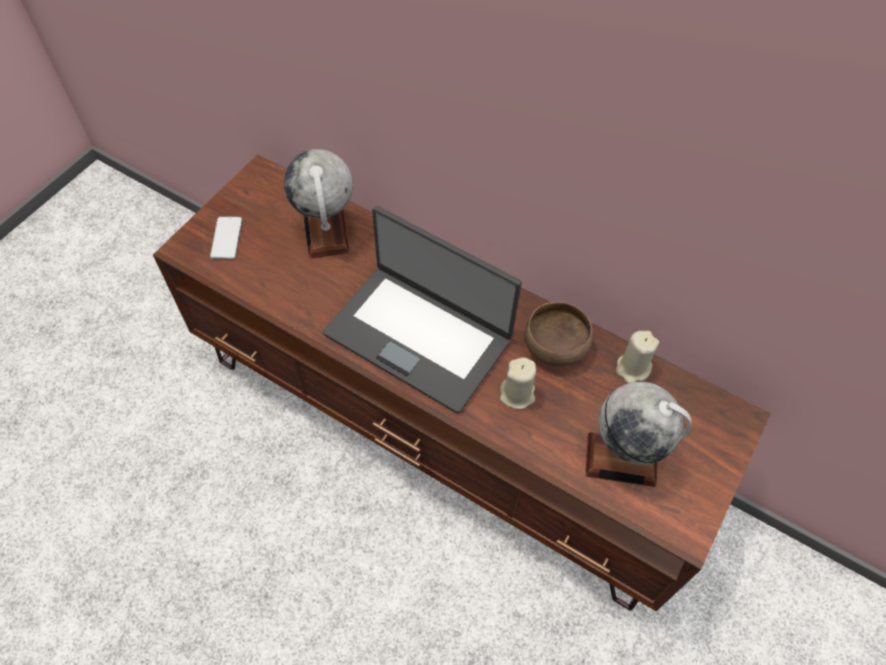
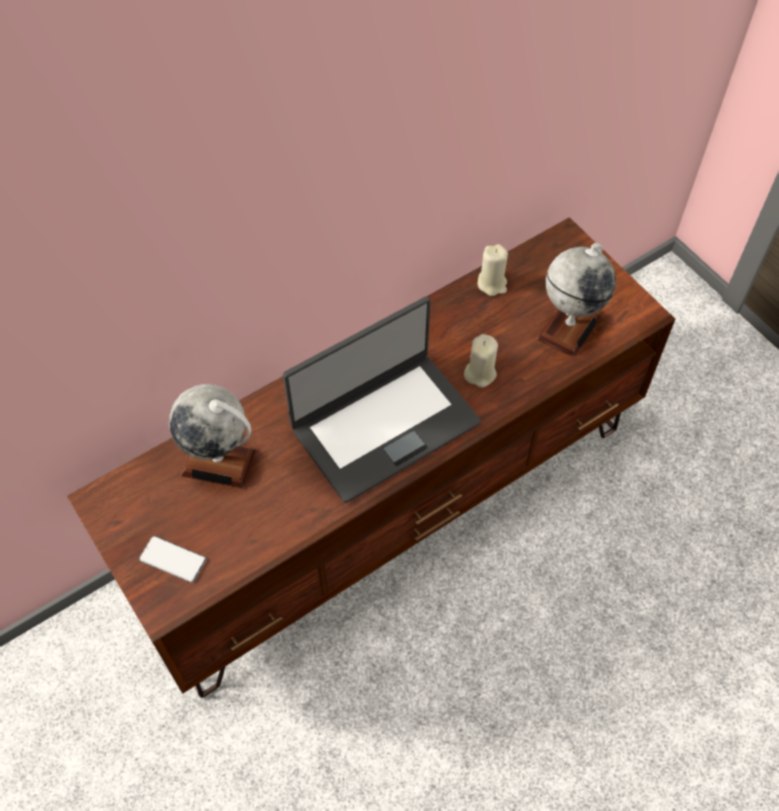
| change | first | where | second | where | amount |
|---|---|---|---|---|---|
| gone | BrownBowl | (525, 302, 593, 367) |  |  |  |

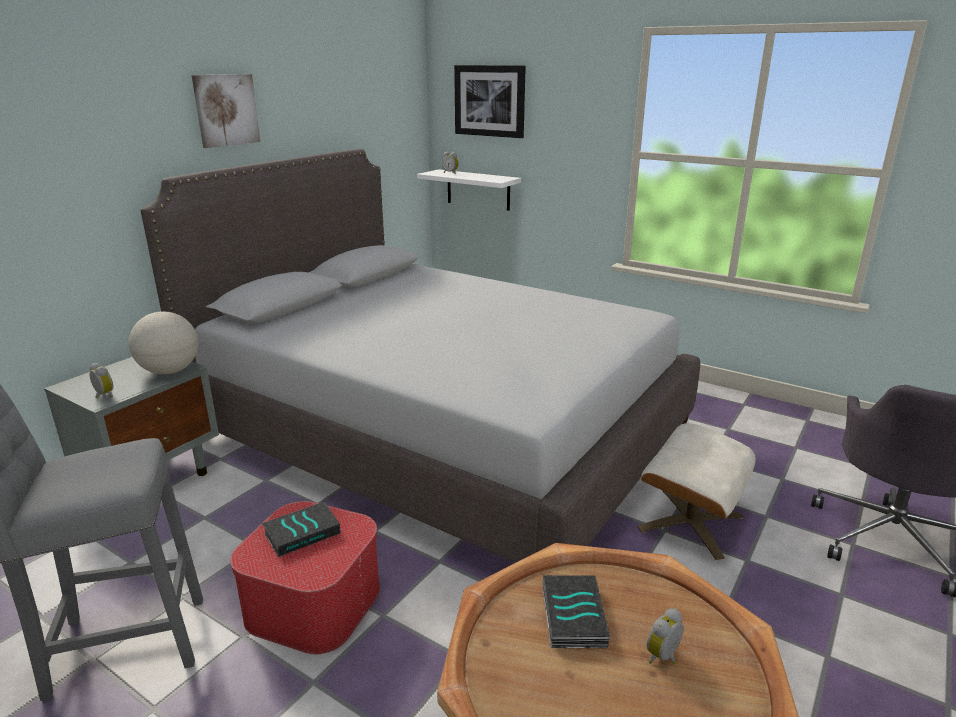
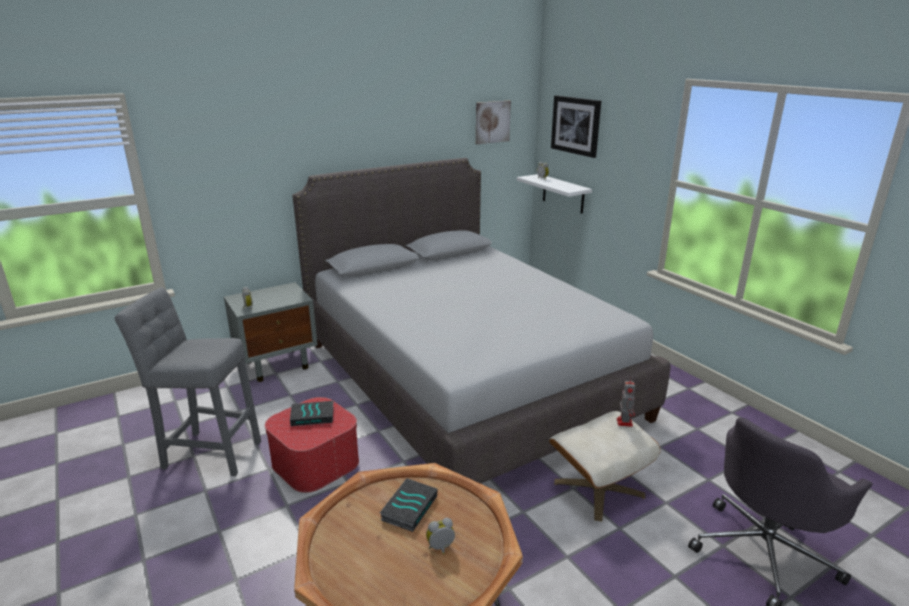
| change | first | where | second | where | amount |
|---|---|---|---|---|---|
| gone | Globe | (129, 311, 198, 374) |  |  |  |
| new |  |  | ToyRobot | (617, 378, 635, 427) |  |
| shifted | Picture | (192, 74, 260, 148) |  | (476, 101, 511, 144) |  |

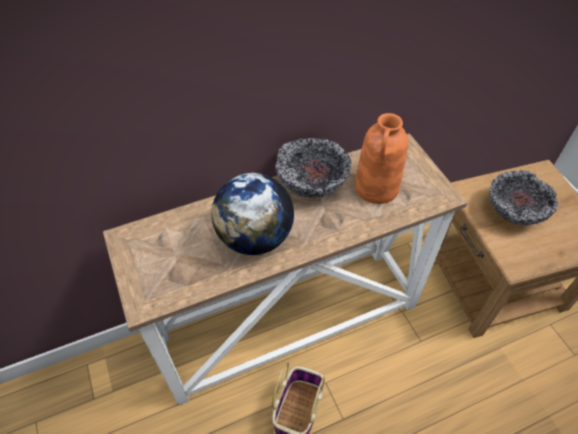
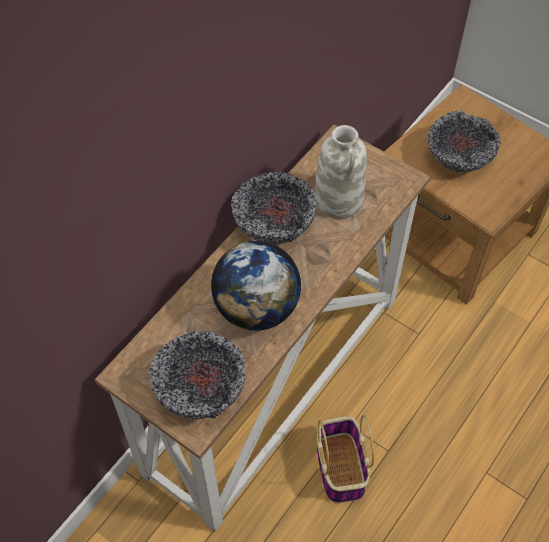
| change | first | where | second | where | amount |
|---|---|---|---|---|---|
| new |  |  | Bowl | (149, 331, 245, 419) |  |
| repainted | OrangeVase | (355, 113, 408, 204) | WhiteVase | (314, 125, 367, 219) |  |

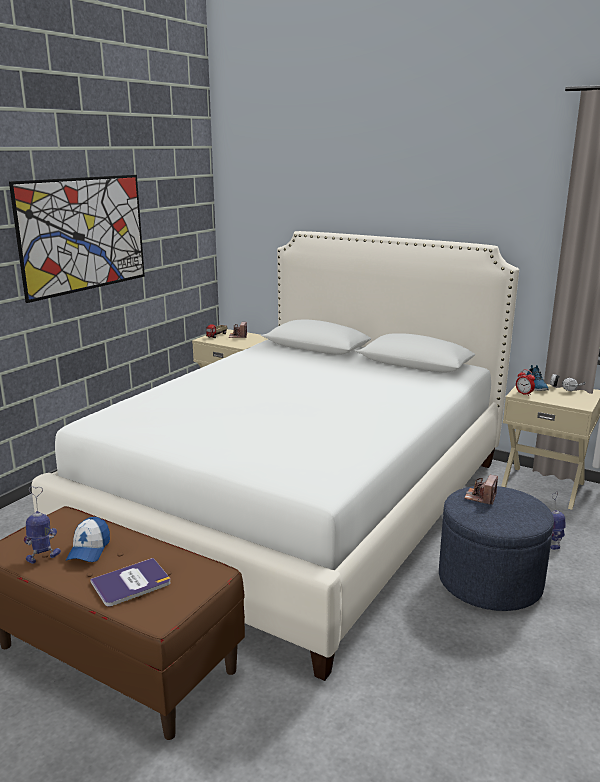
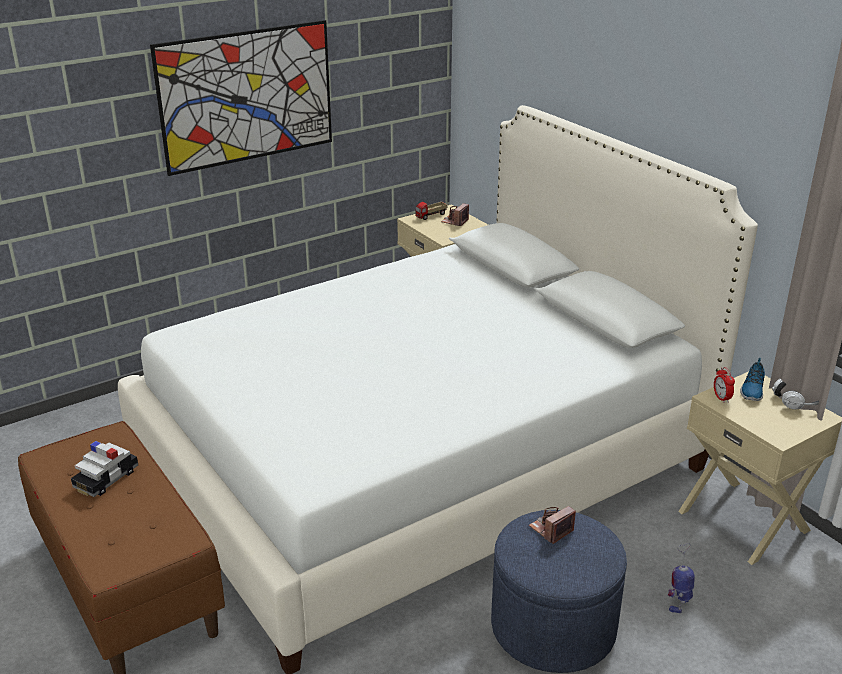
| change | first | where | second | where | amount |
|---|---|---|---|---|---|
| gone | ToyRobot | (24, 486, 61, 564) |  |  |  |
| gone | Book | (90, 558, 171, 607) |  |  |  |
| swapped | Cap | (66, 517, 110, 562) | ToyCar | (71, 441, 138, 497) |  |

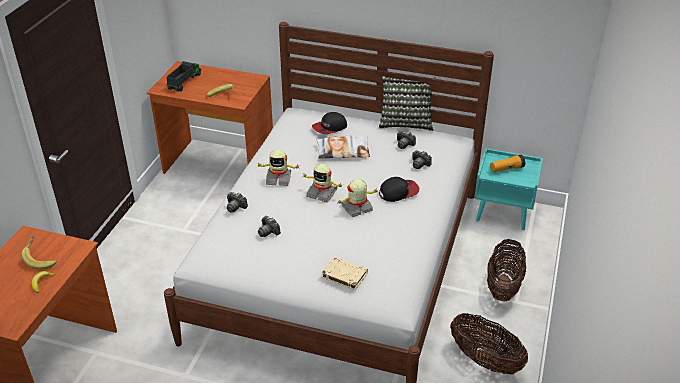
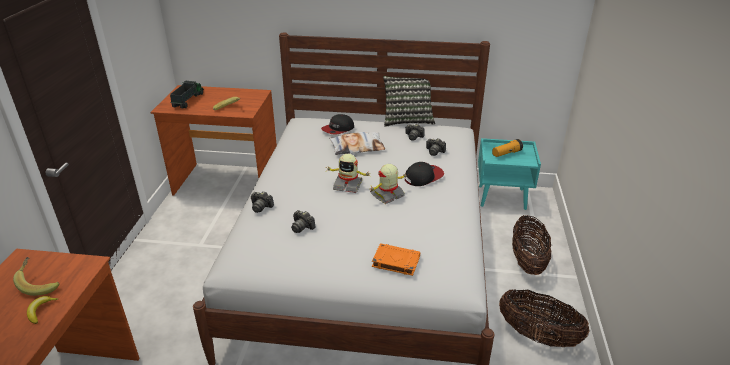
| change | first | where | second | where | amount |
|---|---|---|---|---|---|
| gone | ToyRobot | (256, 149, 301, 186) |  |  |  |
| repainted | BeigeBook | (321, 257, 368, 290) | OrangeBook | (372, 243, 420, 276) |  |

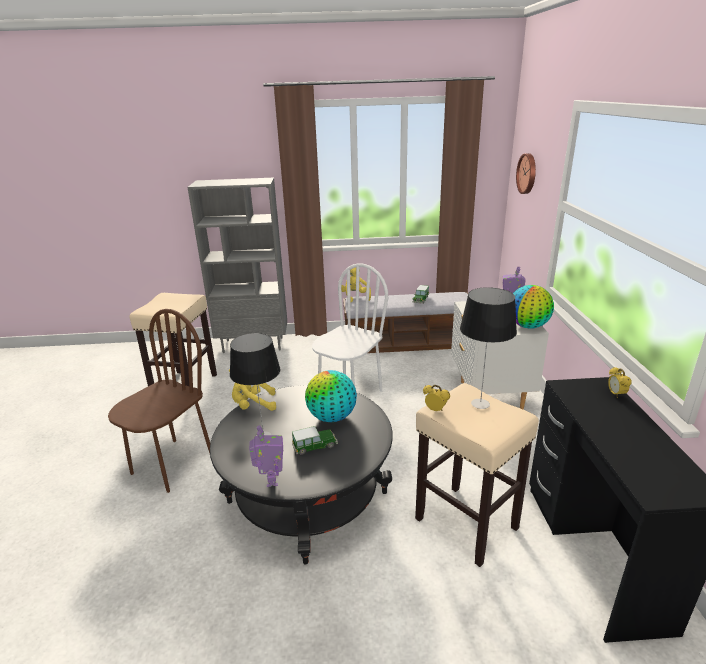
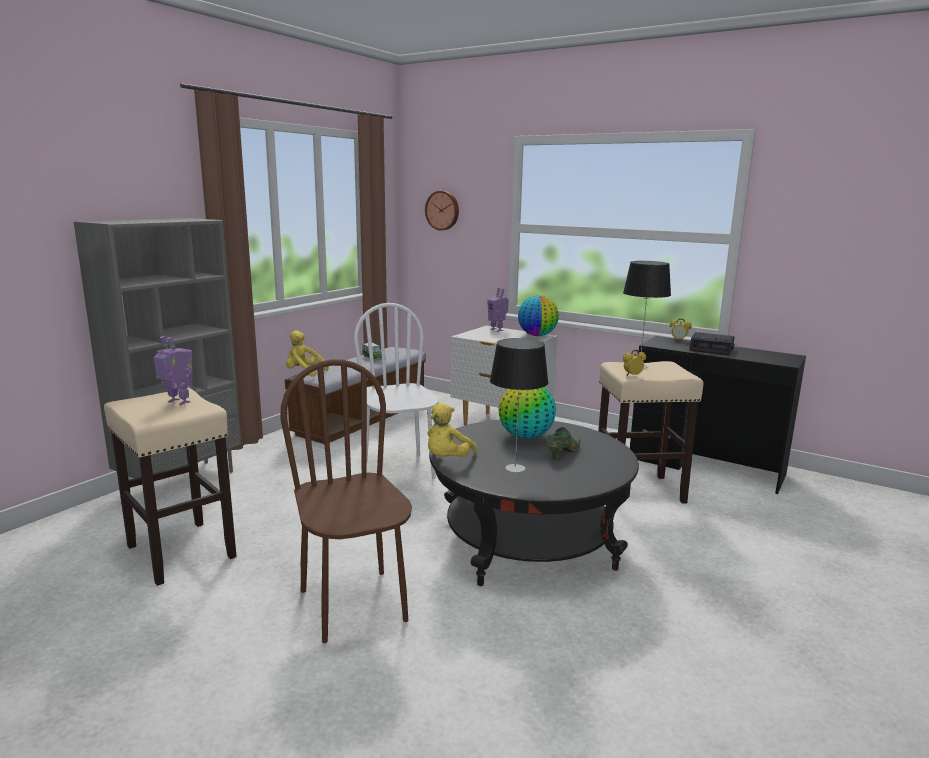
| change | first | where | second | where | amount |
|---|---|---|---|---|---|
| new |  |  | AlarmClock | (689, 332, 735, 355) |  |
| shifted | ToyRobot | (249, 425, 283, 487) |  | (154, 336, 193, 405) |  |
| swapped | ToyCar | (292, 426, 338, 455) | GreenShoe | (546, 427, 581, 458) |  |

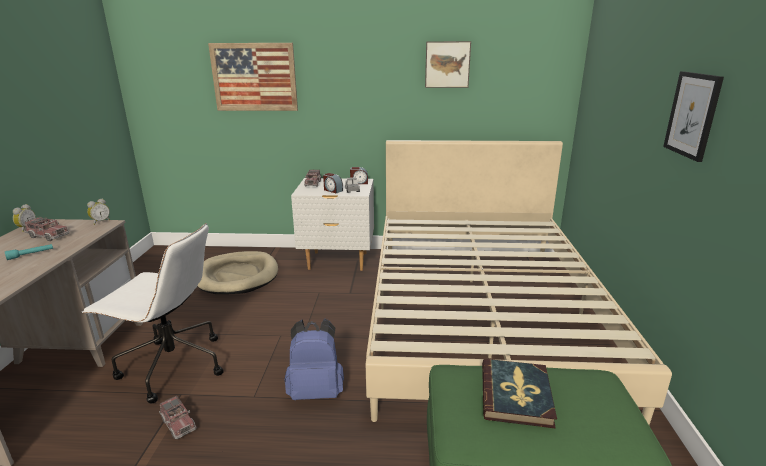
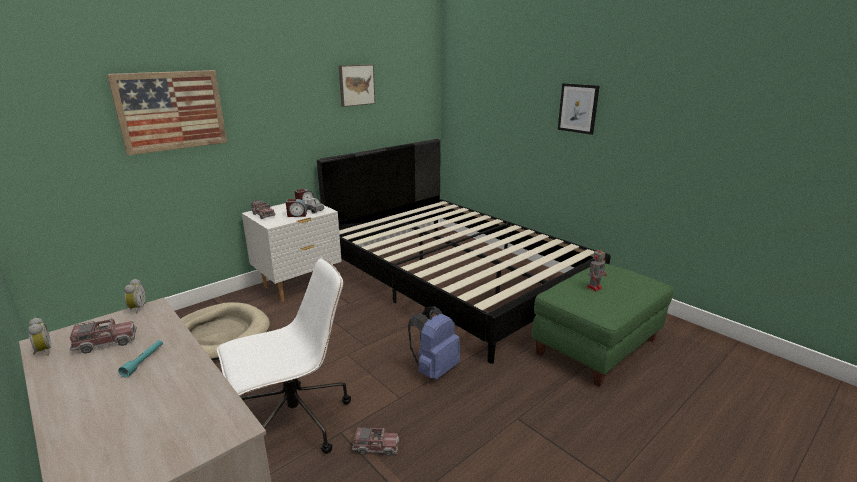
| change | first | where | second | where | amount |
|---|---|---|---|---|---|
| swapped | Book | (482, 359, 557, 428) | ToyRobot | (586, 248, 607, 292) |  |
| repainted | BeigeBed | (366, 140, 672, 425) | BlackBed | (317, 139, 611, 364) |  |

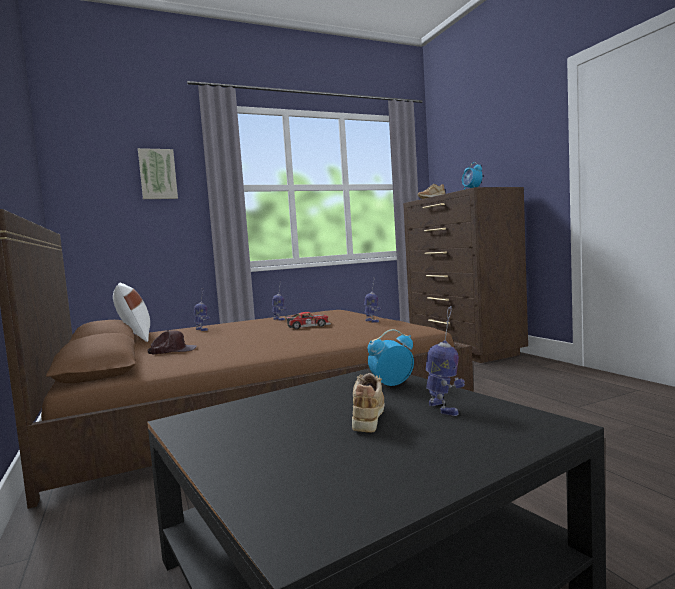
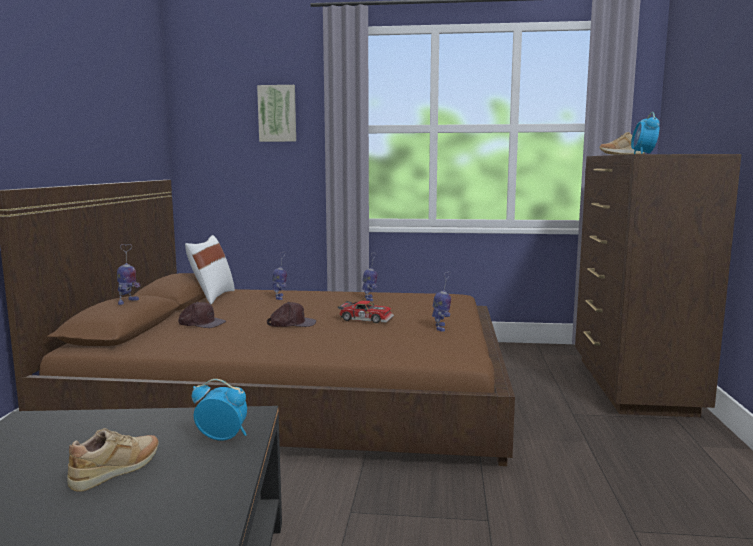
| change | first | where | second | where | amount |
|---|---|---|---|---|---|
| new |  |  | BrownCap | (267, 302, 316, 327) |  |
| shifted | ToyRobot | (425, 306, 465, 416) |  | (117, 244, 140, 305) |  |

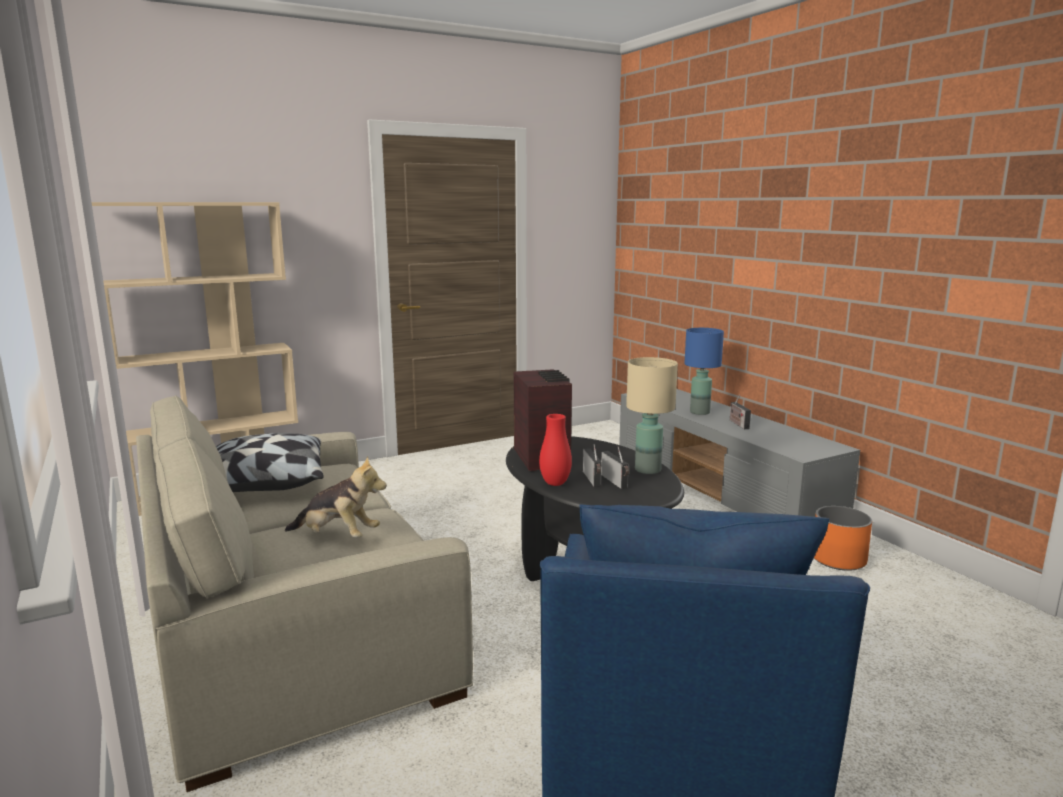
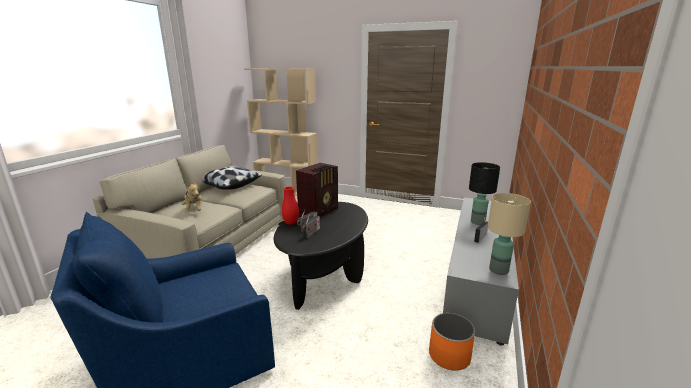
| change | first | where | second | where | amount |
|---|---|---|---|---|---|
| shifted | BeigeTableLamp | (626, 357, 678, 474) |  | (488, 193, 531, 275) |  |
| repainted | BlueTableLamp | (684, 328, 724, 415) | BlackTableLamp | (469, 162, 500, 225) |  |

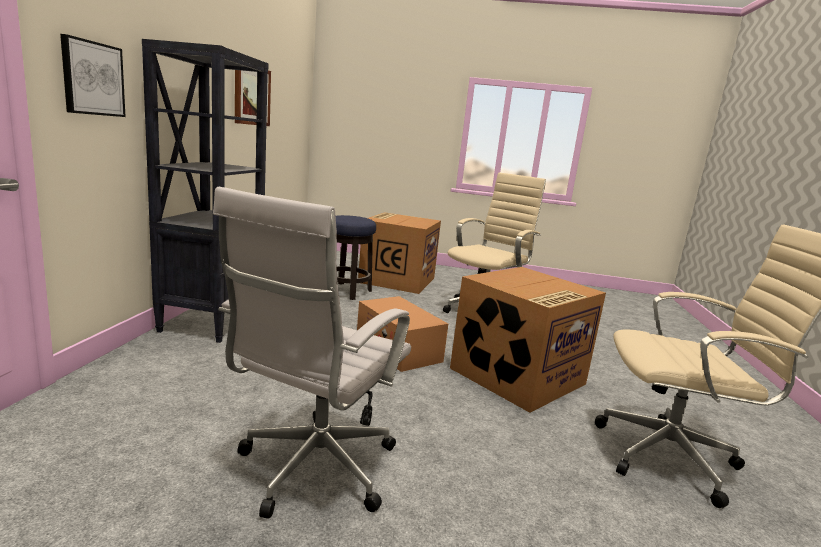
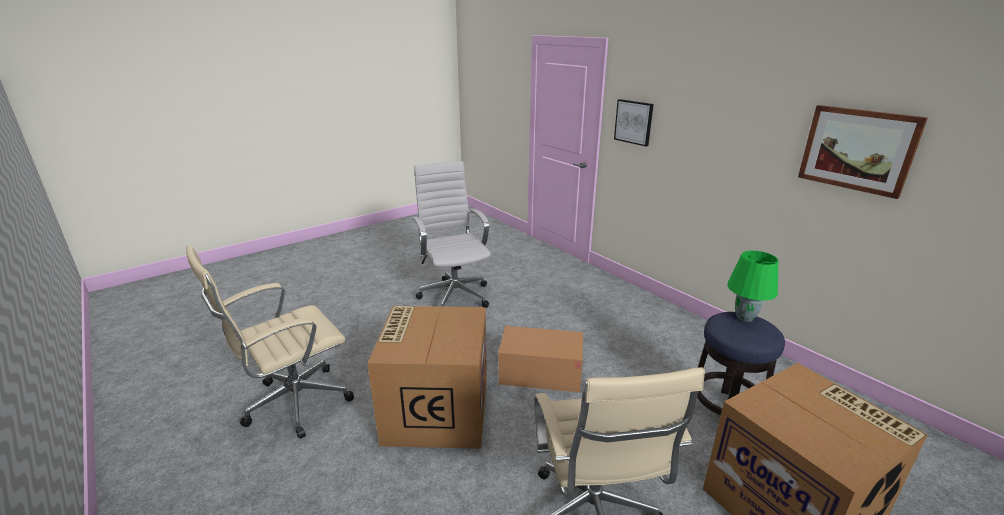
| change | first | where | second | where | amount |
|---|---|---|---|---|---|
| gone | BlackBookcase | (142, 39, 269, 343) |  |  |  |
| new |  |  | GreenTableLamp | (727, 251, 778, 322) |  |

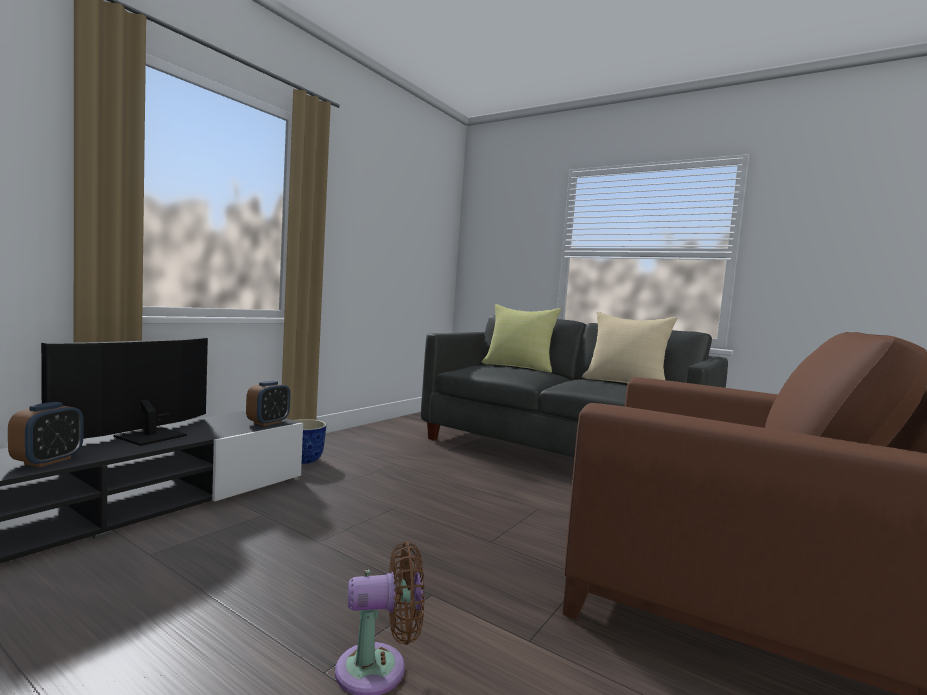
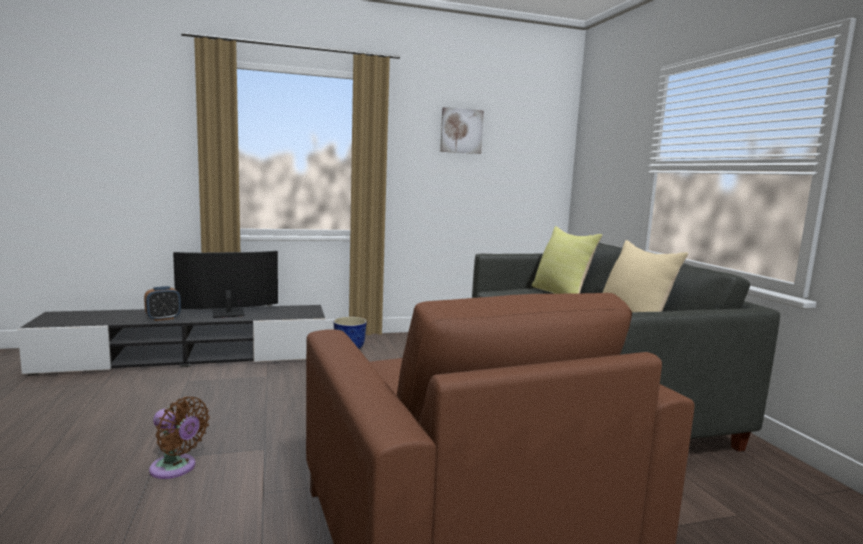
| change | first | where | second | where | amount |
|---|---|---|---|---|---|
| gone | AlarmClock | (246, 381, 290, 426) |  |  |  |
| new |  |  | Picture | (440, 107, 484, 154) |  |

